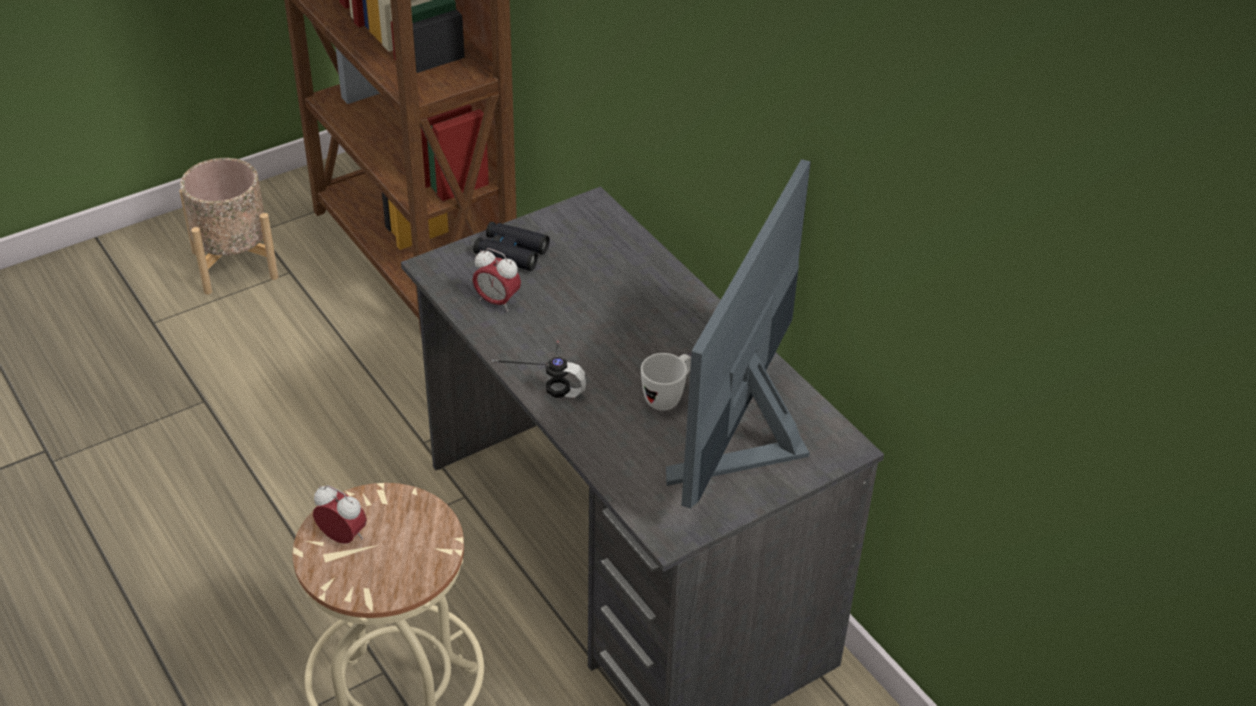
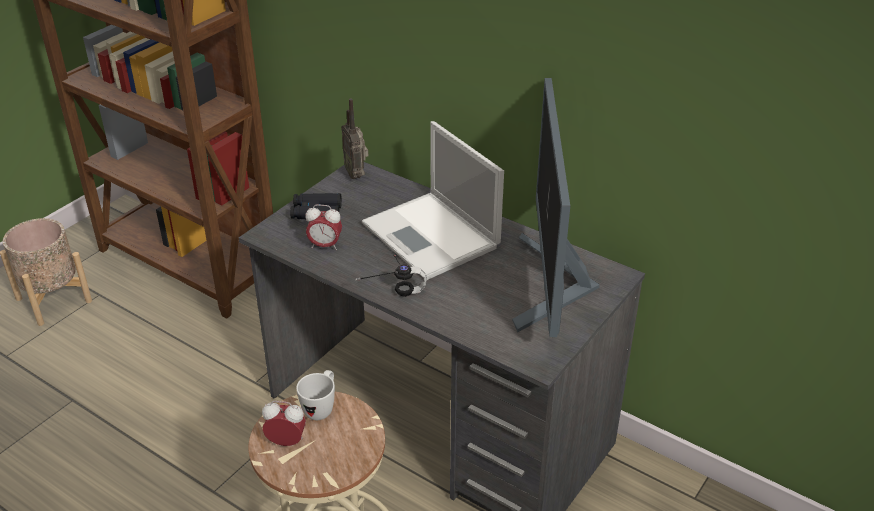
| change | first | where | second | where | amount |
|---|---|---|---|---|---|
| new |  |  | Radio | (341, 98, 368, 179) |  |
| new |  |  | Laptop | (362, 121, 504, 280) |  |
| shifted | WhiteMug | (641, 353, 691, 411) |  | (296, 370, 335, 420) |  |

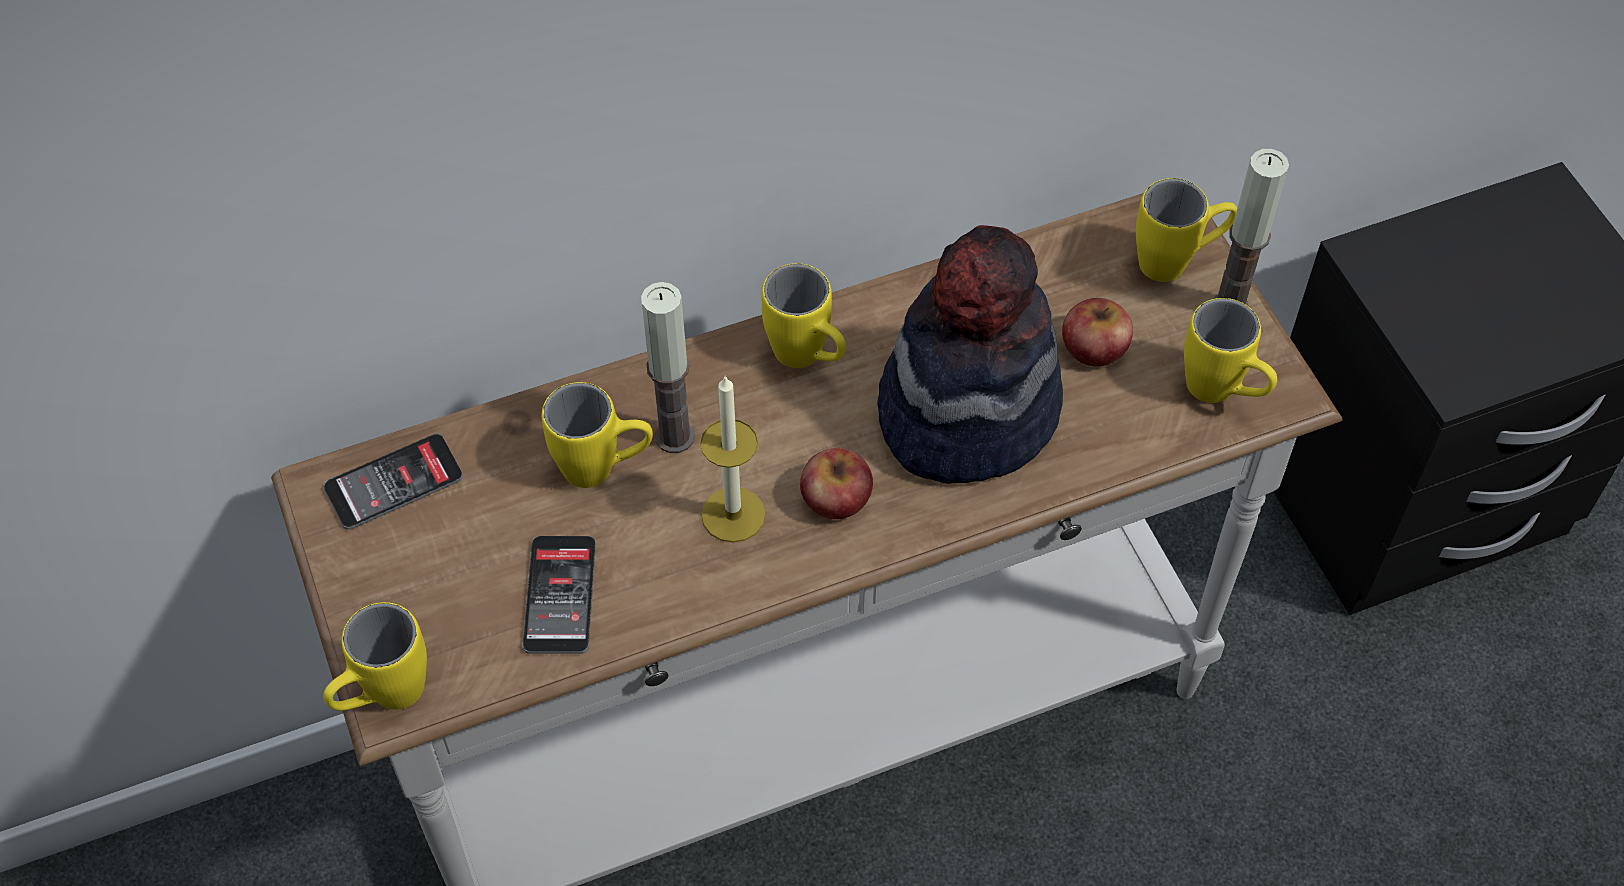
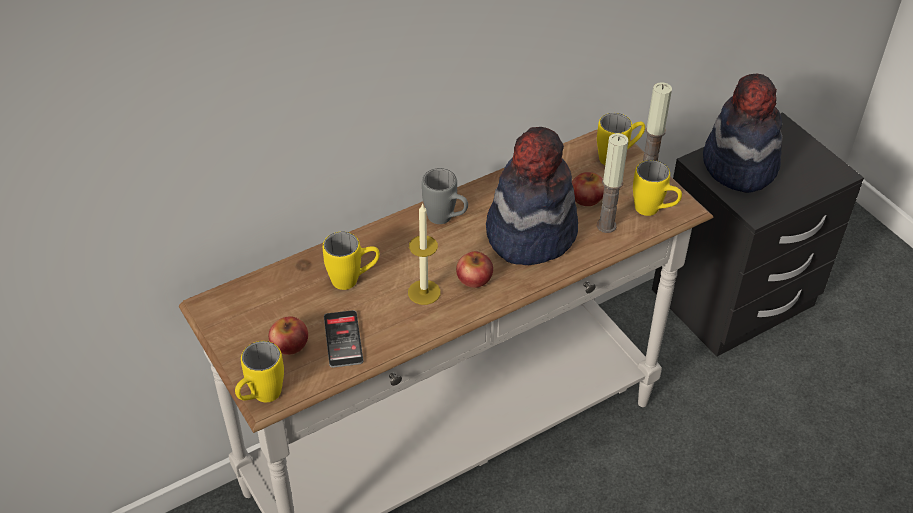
| change | first | where | second | where | amount |
|---|---|---|---|---|---|
| gone | Phone | (324, 434, 463, 530) |  |  |  |
| new |  |  | Apple | (269, 316, 308, 355) |  |
| new |  |  | Hat | (703, 74, 782, 193) |  |
| shifted | Candle | (641, 282, 695, 453) |  | (597, 133, 628, 233) |  |
| repainted | YellowMug | (761, 263, 846, 368) | GreyMug | (422, 168, 468, 224) |  |

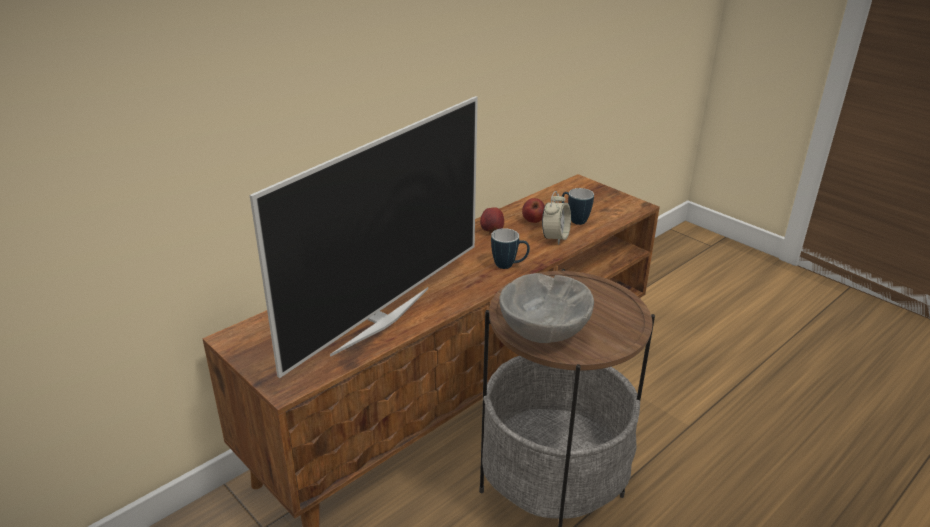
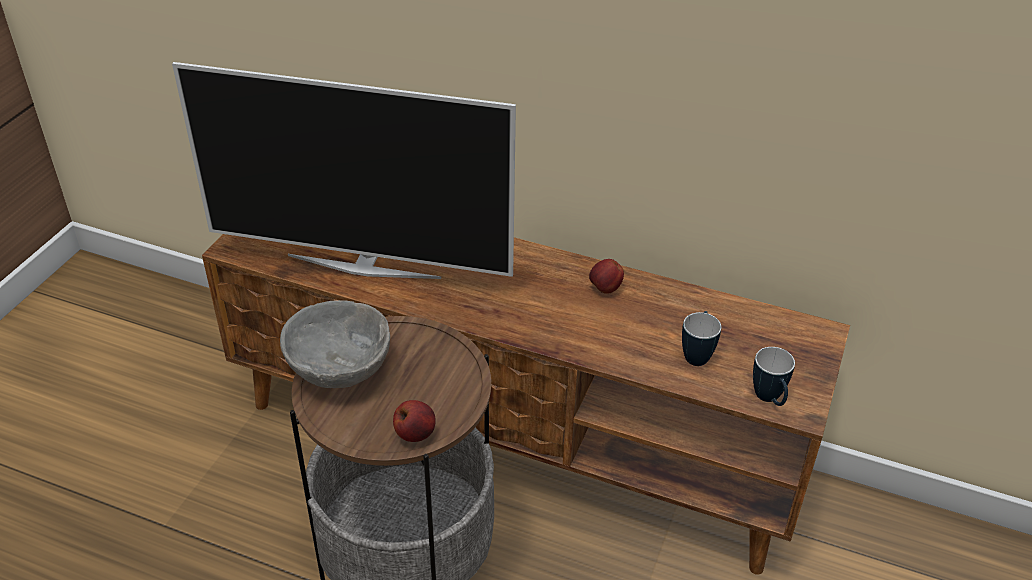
| change | first | where | second | where | amount |
|---|---|---|---|---|---|
| gone | AlarmClock | (542, 191, 571, 245) |  |  |  |
| shifted | Mug | (491, 228, 530, 269) |  | (753, 347, 795, 406) |  |
| shifted | Apple | (522, 198, 545, 223) |  | (393, 400, 436, 442) |  |

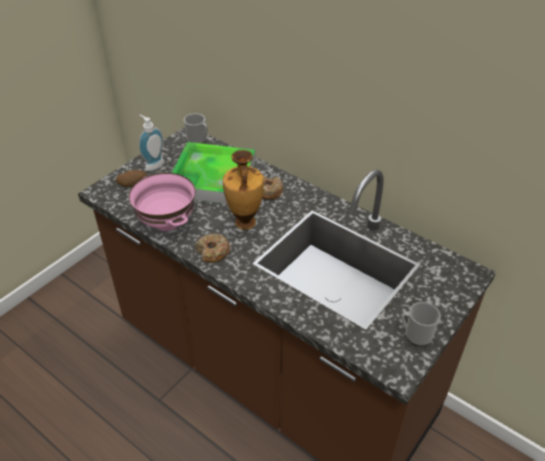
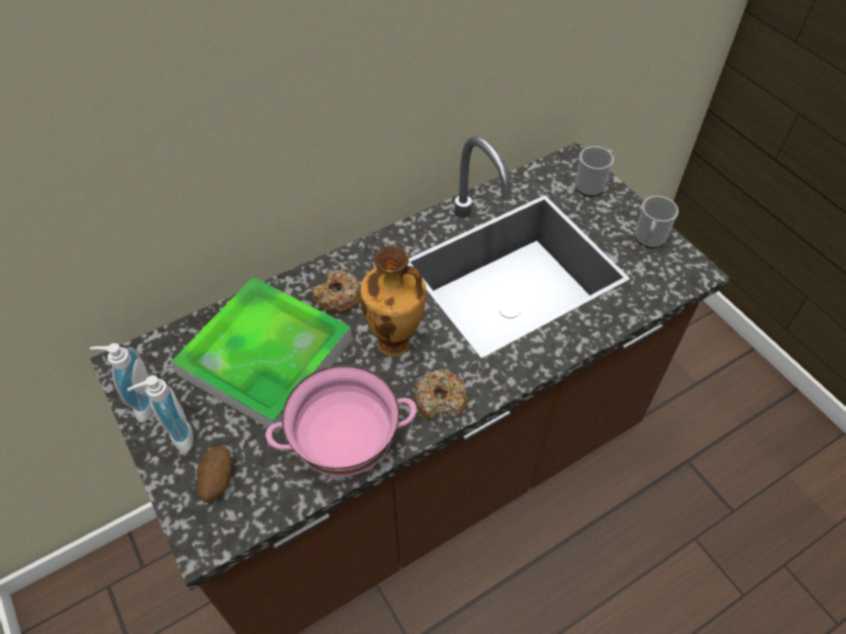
| change | first | where | second | where | amount |
|---|---|---|---|---|---|
| new |  |  | SoapDispenser | (90, 343, 154, 423) |  |
| shifted | Mug | (184, 113, 208, 144) |  | (575, 146, 614, 197) |  |

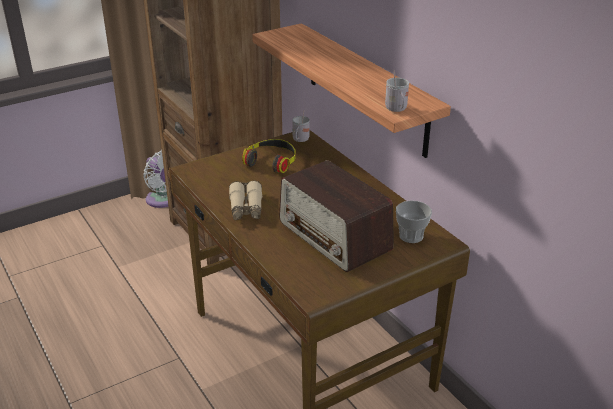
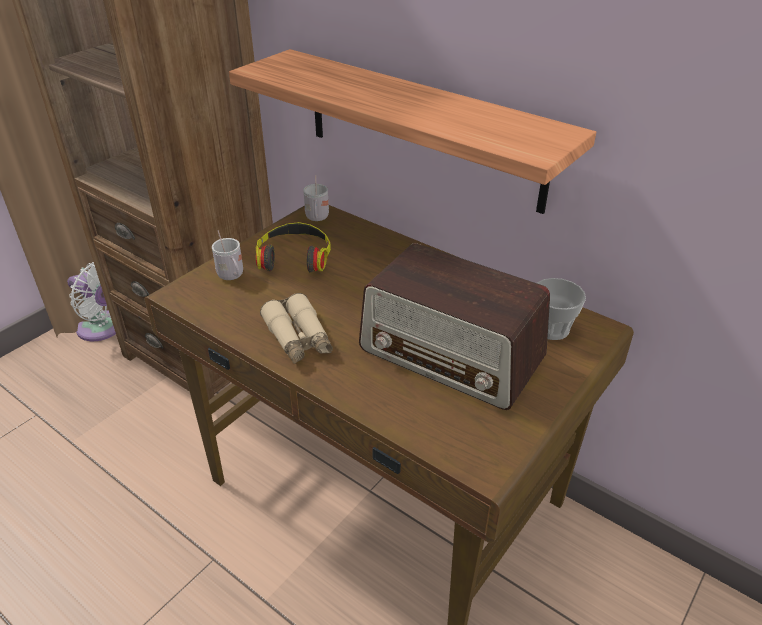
| change | first | where | second | where | amount |
|---|---|---|---|---|---|
| shifted | WhiteMug | (385, 70, 409, 112) |  | (212, 230, 243, 280) |  |

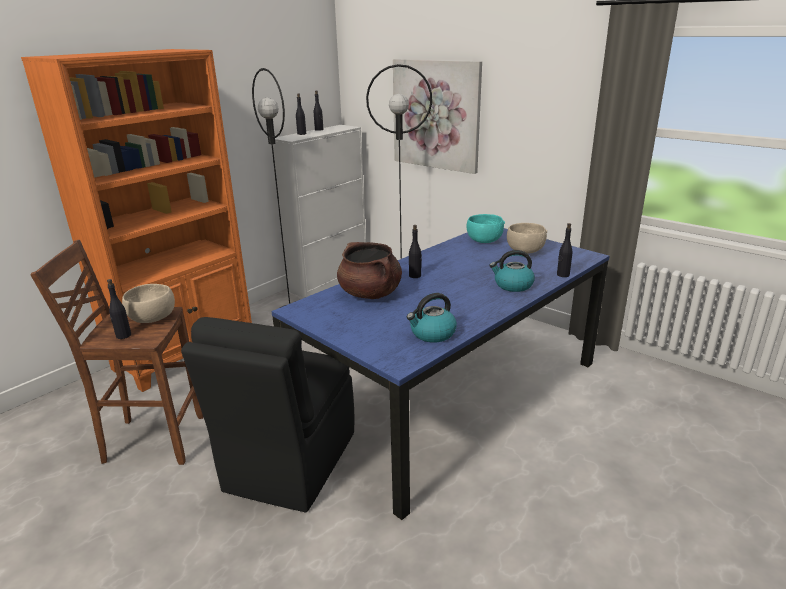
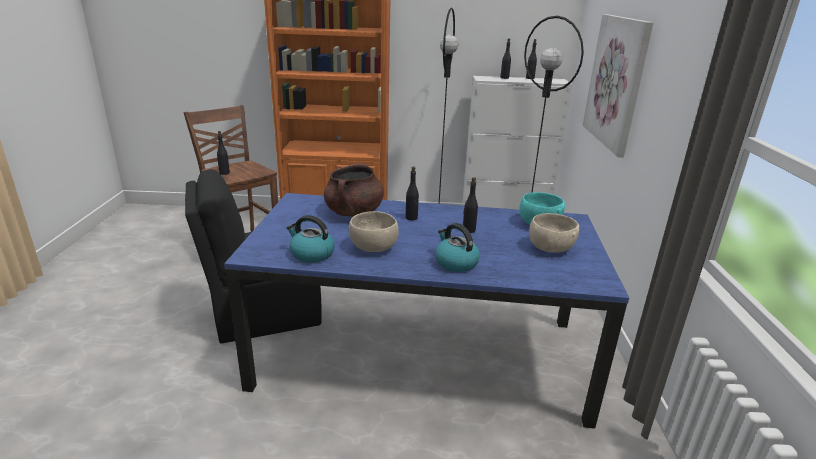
| change | first | where | second | where | amount |
|---|---|---|---|---|---|
| shifted | BeigeBowl | (122, 284, 175, 323) |  | (349, 211, 399, 252) |  |
| shifted | BlackBottle | (557, 223, 572, 277) |  | (463, 177, 478, 233) |  |

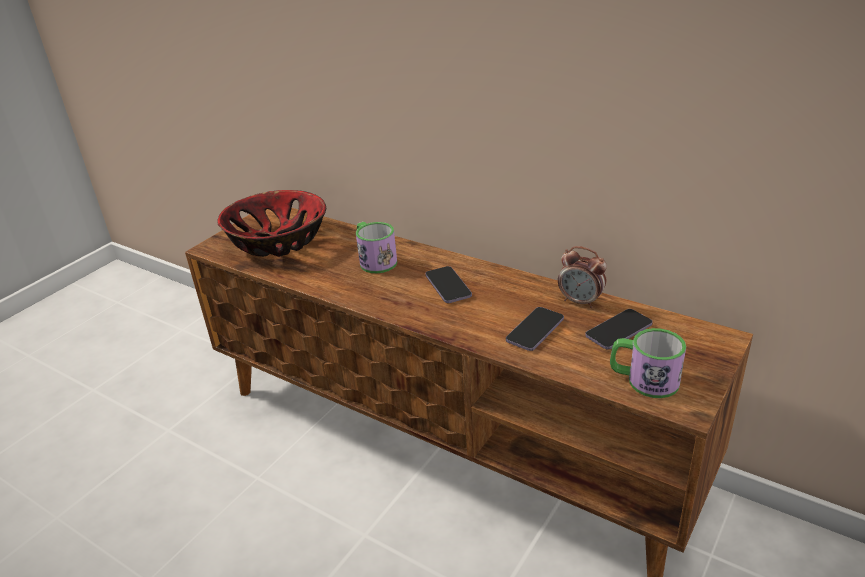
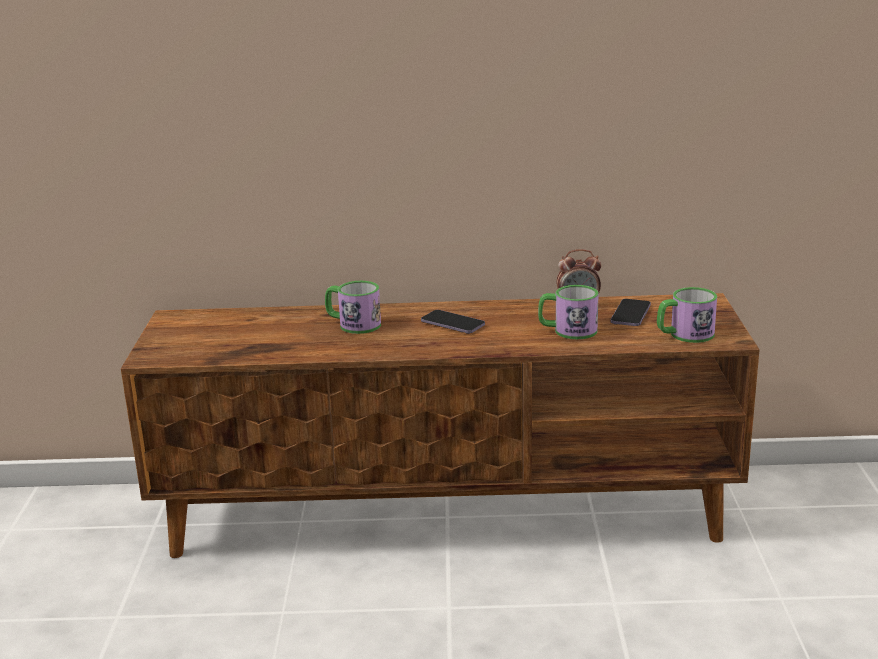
| change | first | where | second | where | amount |
|---|---|---|---|---|---|
| gone | Bowl | (217, 190, 326, 257) |  |  |  |
| swapped | Phone | (506, 307, 564, 351) | Mug | (538, 285, 599, 339) |  |

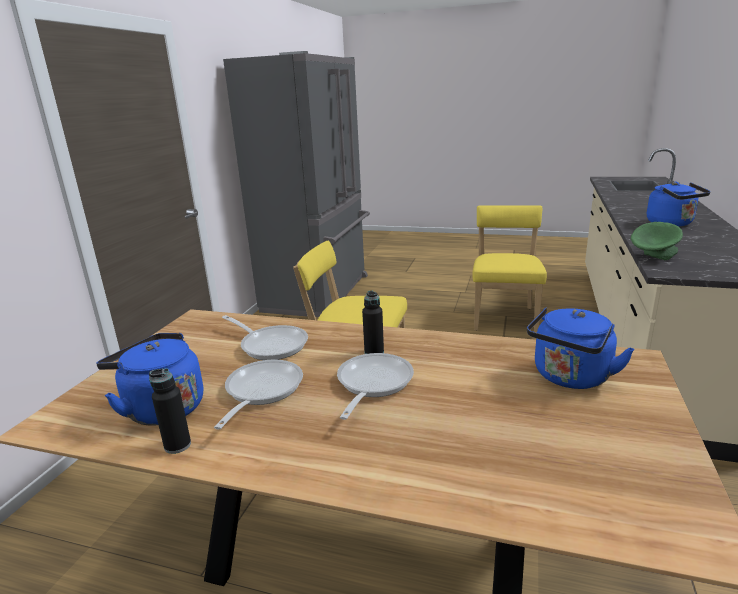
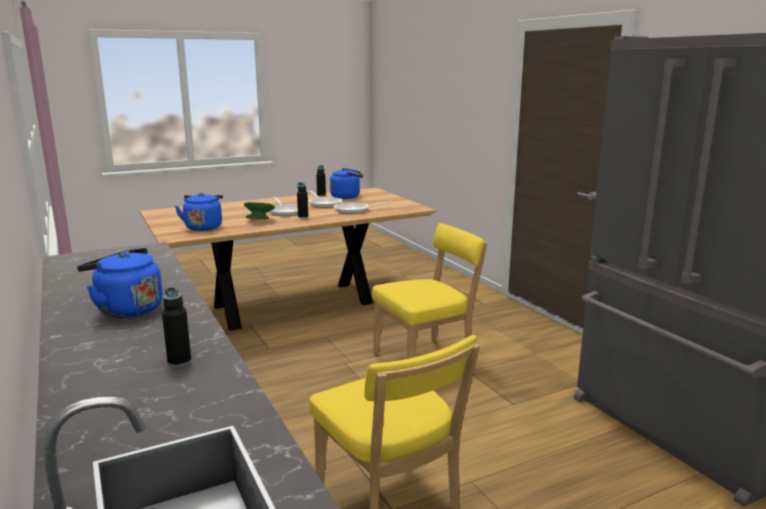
| change | first | where | second | where | amount |
|---|---|---|---|---|---|
| new |  |  | BlackBottle | (162, 287, 191, 367) |  |
| shifted | GreenBowl | (631, 222, 683, 260) |  | (244, 202, 275, 220) |  |

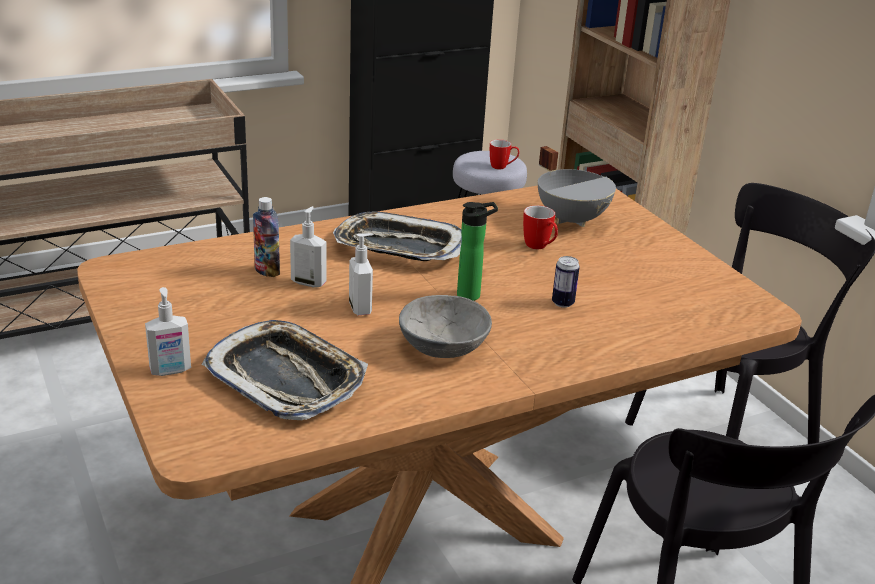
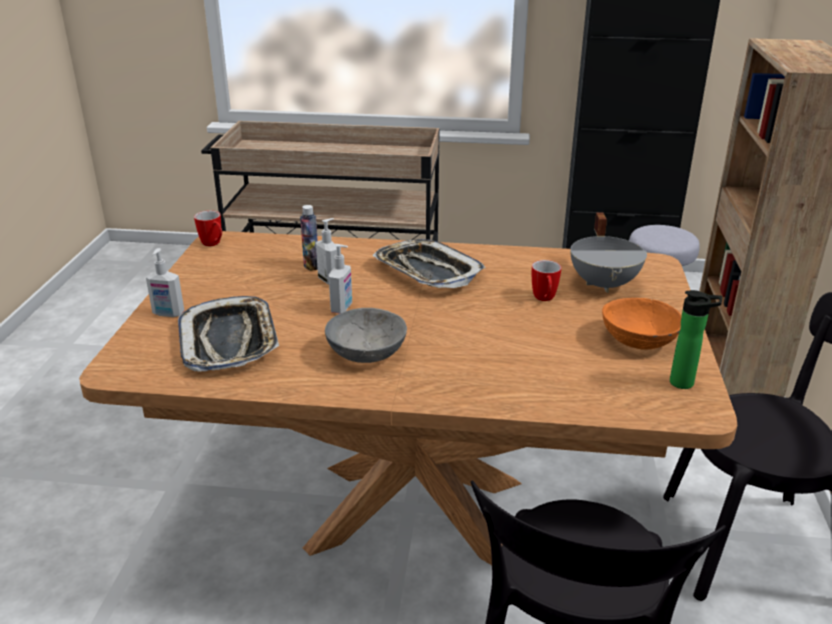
| change | first | where | second | where | amount |
|---|---|---|---|---|---|
| gone | Can | (552, 256, 580, 308) |  |  |  |
| new |  |  | OrangeBowl | (602, 298, 682, 349) |  |
| shifted | Bottle | (457, 202, 498, 301) |  | (670, 290, 722, 389) |  |
| shifted | Mug | (490, 139, 520, 169) |  | (194, 210, 222, 246) |  |

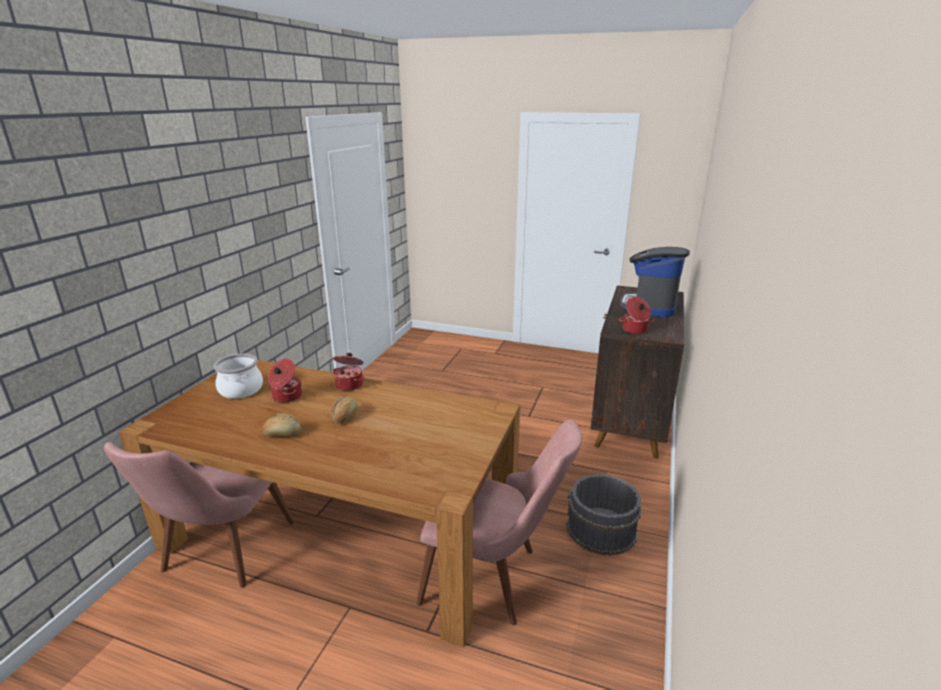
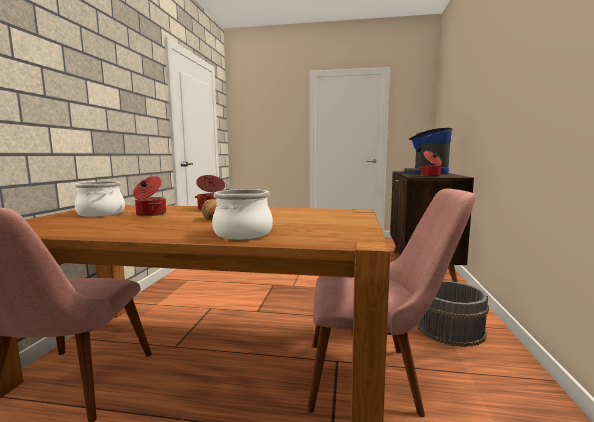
| change | first | where | second | where | amount |
|---|---|---|---|---|---|
| gone | Bread | (262, 413, 302, 437) |  |  |  |
| new |  |  | CookingPot | (212, 189, 273, 240) |  |

